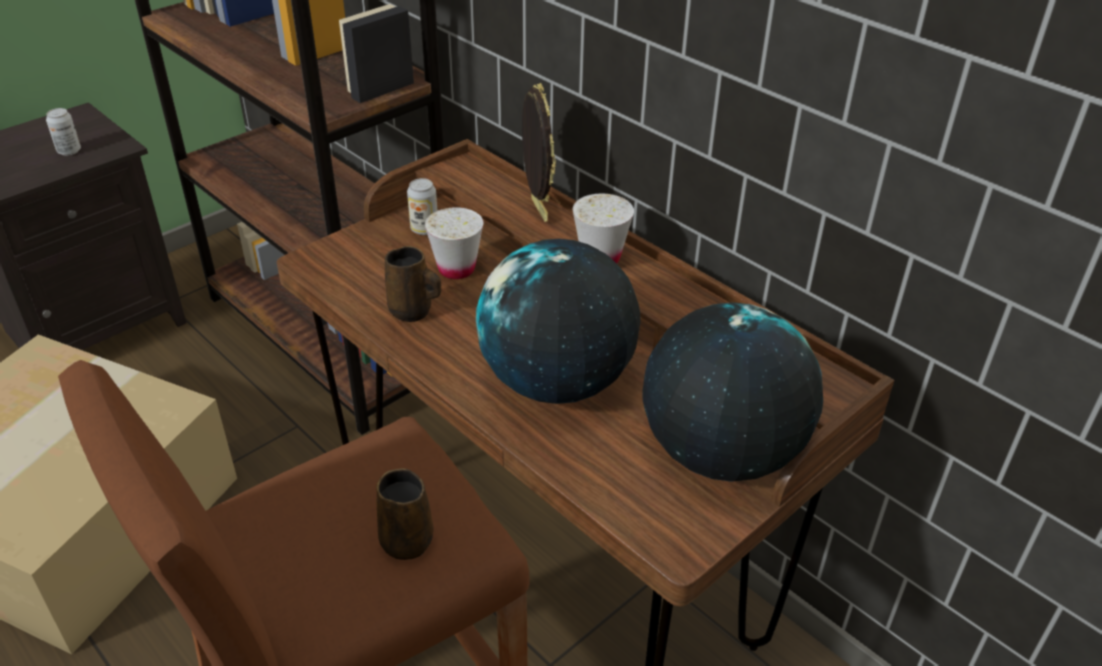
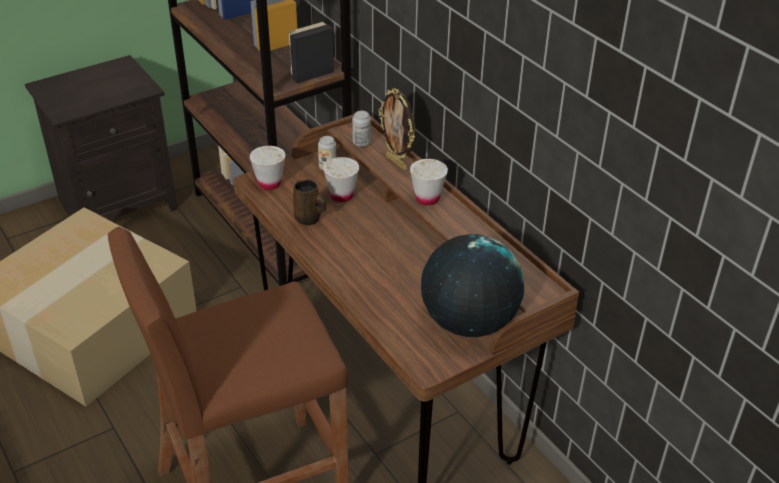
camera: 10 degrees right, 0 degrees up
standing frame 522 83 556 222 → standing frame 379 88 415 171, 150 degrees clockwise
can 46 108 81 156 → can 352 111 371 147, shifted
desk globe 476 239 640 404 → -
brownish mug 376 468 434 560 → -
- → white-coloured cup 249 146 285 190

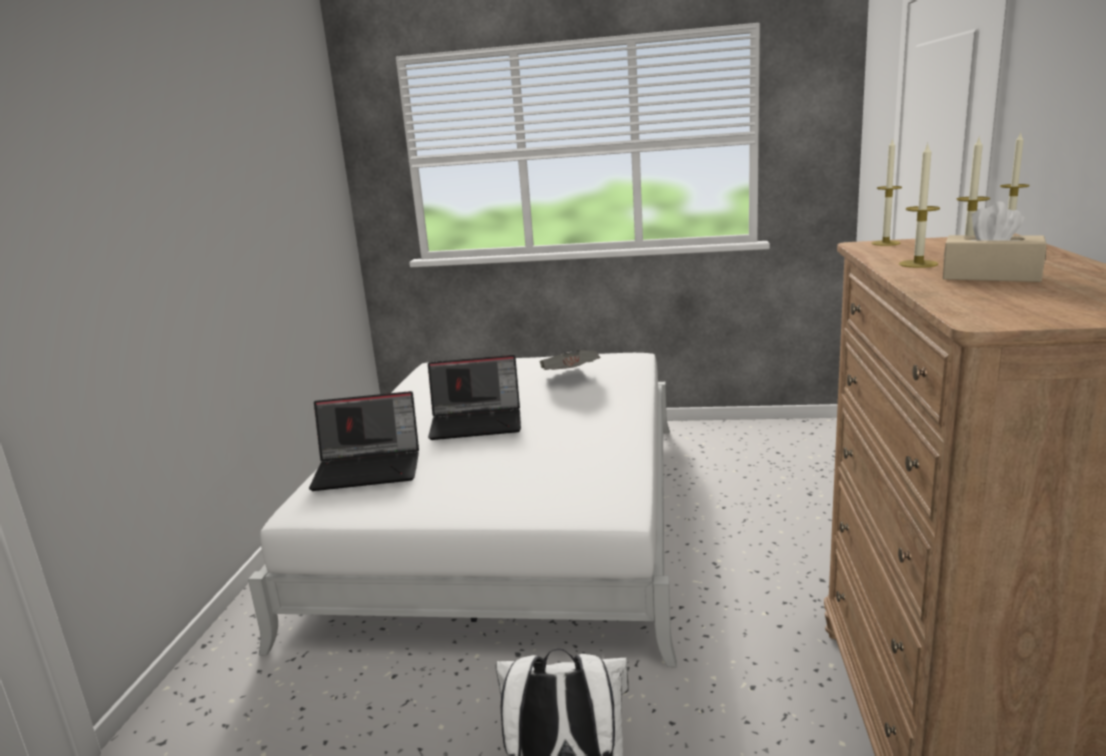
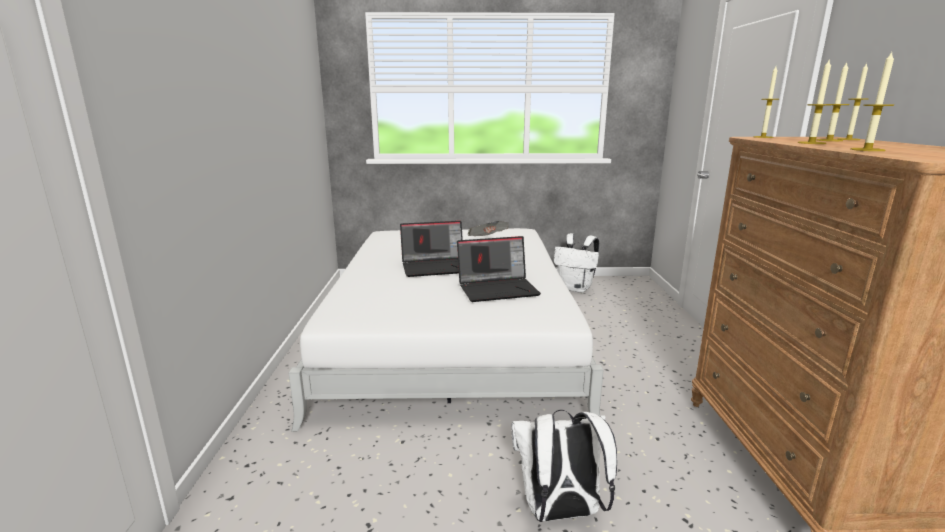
camera: 10 degrees left, 0 degrees up
beige tissue box 943 201 1047 282 → -
laptop 309 391 419 491 → laptop 457 236 541 302, shifted
- → wax candle 851 52 894 151
- → white-coloured knapsack 554 233 599 293

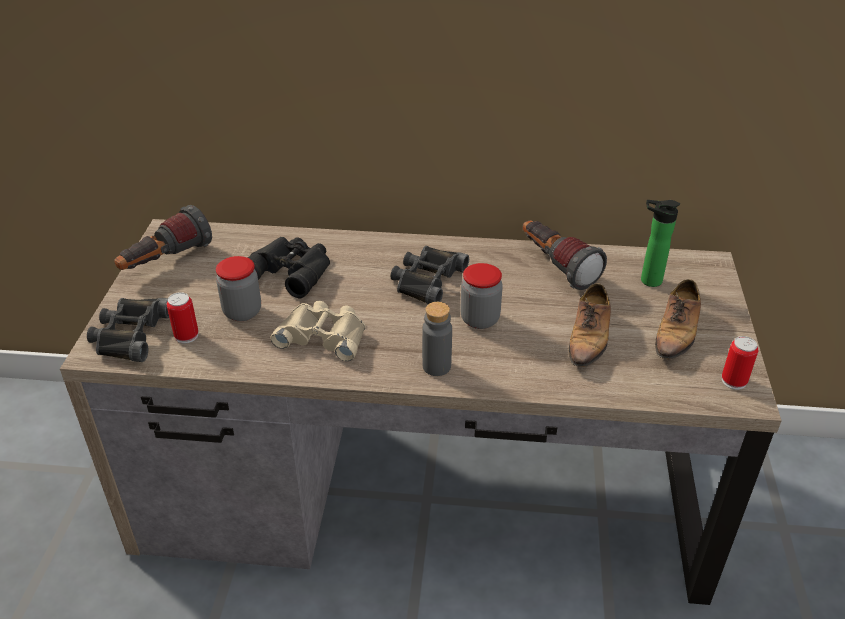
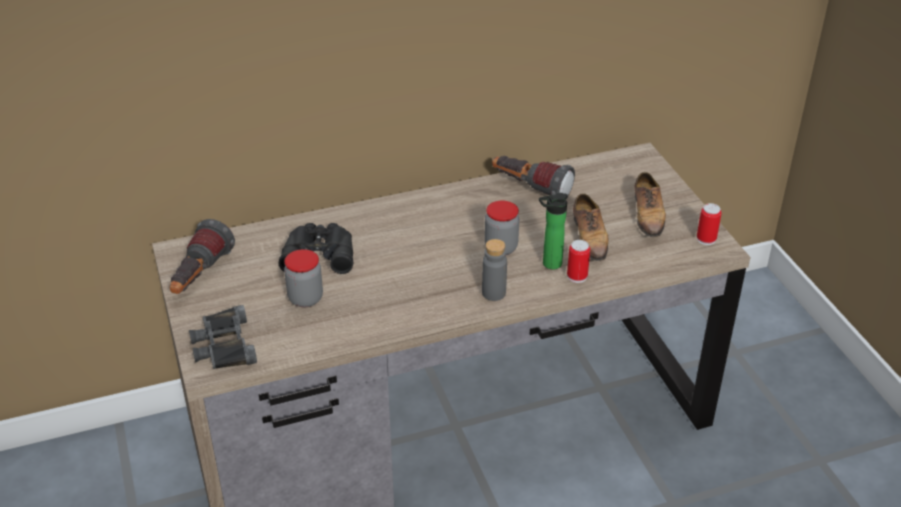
camera: 25 degrees left, 0 degrees up
drink bottle 641 200 680 287 → drink bottle 539 193 568 270, shifted
black-coloured pair of binoculars 390 246 469 304 → -
can 167 292 198 343 → can 567 240 590 283, shifted
beige pair of binoculars 270 301 366 361 → -

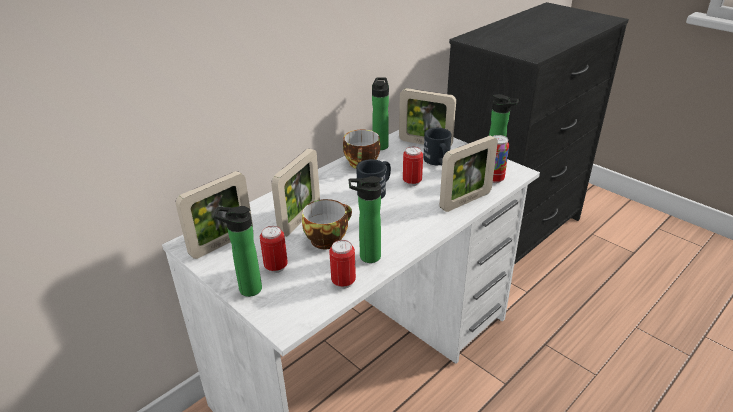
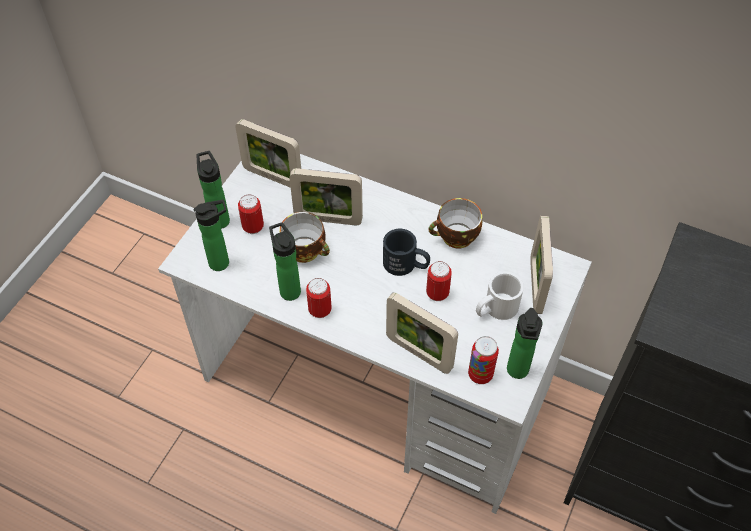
camera: 70 degrees right, 20 degrees up
drink bottle 372 77 389 150 → drink bottle 194 200 229 271, shifted
black-coloured mug 423 128 452 165 → white-coloured mug 476 272 524 320
can 329 240 356 289 → can 306 278 332 318, shifted

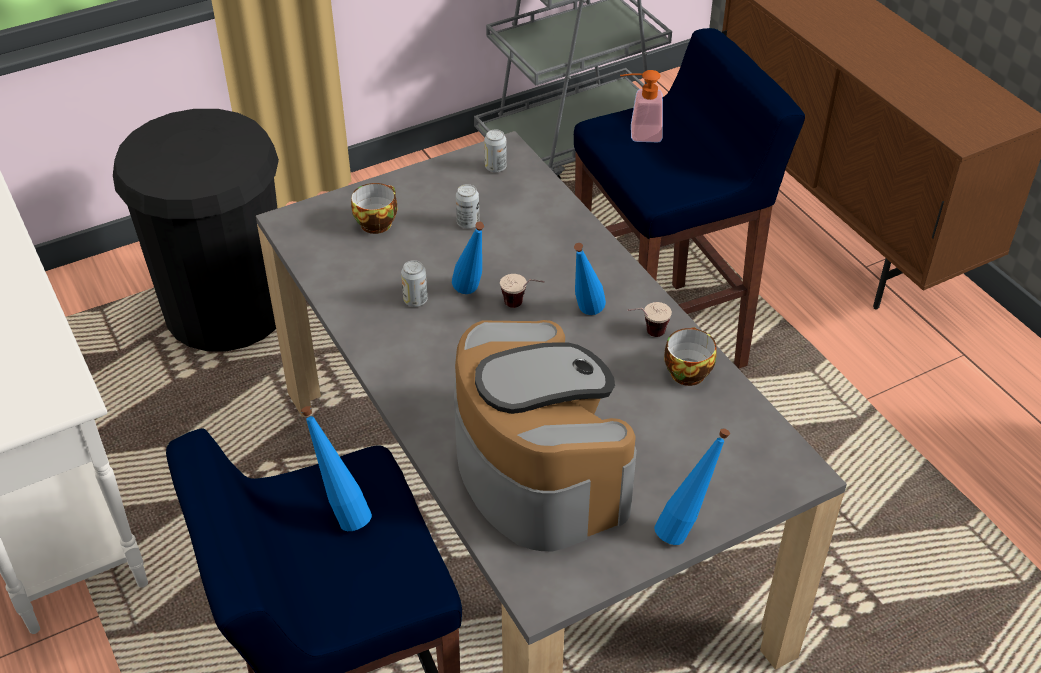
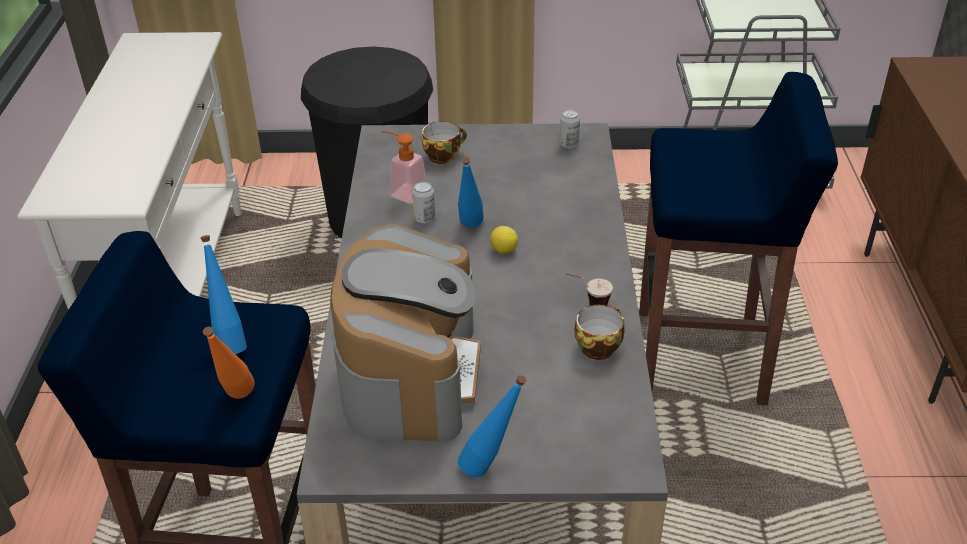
camera: 30 degrees right, 5 degrees down
soap dispenser 620 70 663 142 → soap dispenser 381 131 427 204, shifted
can 456 184 480 229 → -
blue drink bottle 574 243 606 315 → -
cup 500 274 545 308 → whole lemon 490 226 518 253
- → orangey drink bottle 203 327 254 399

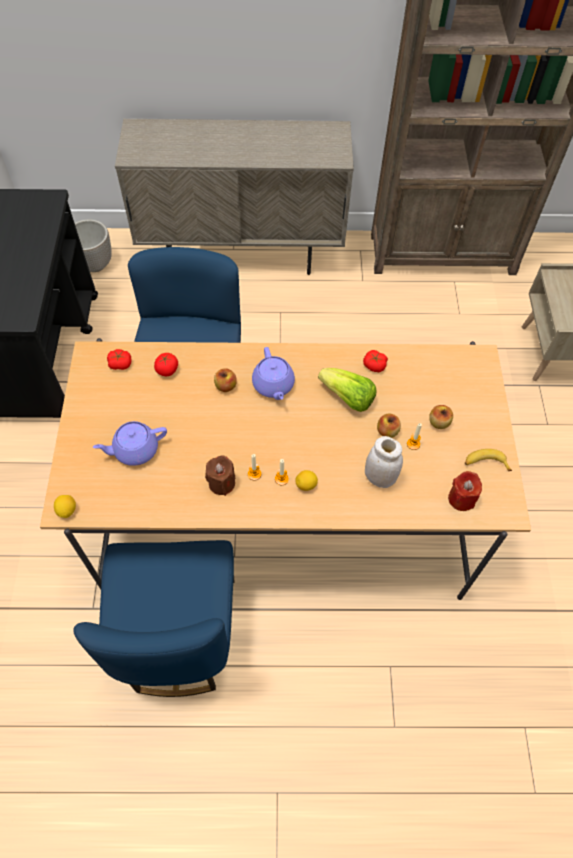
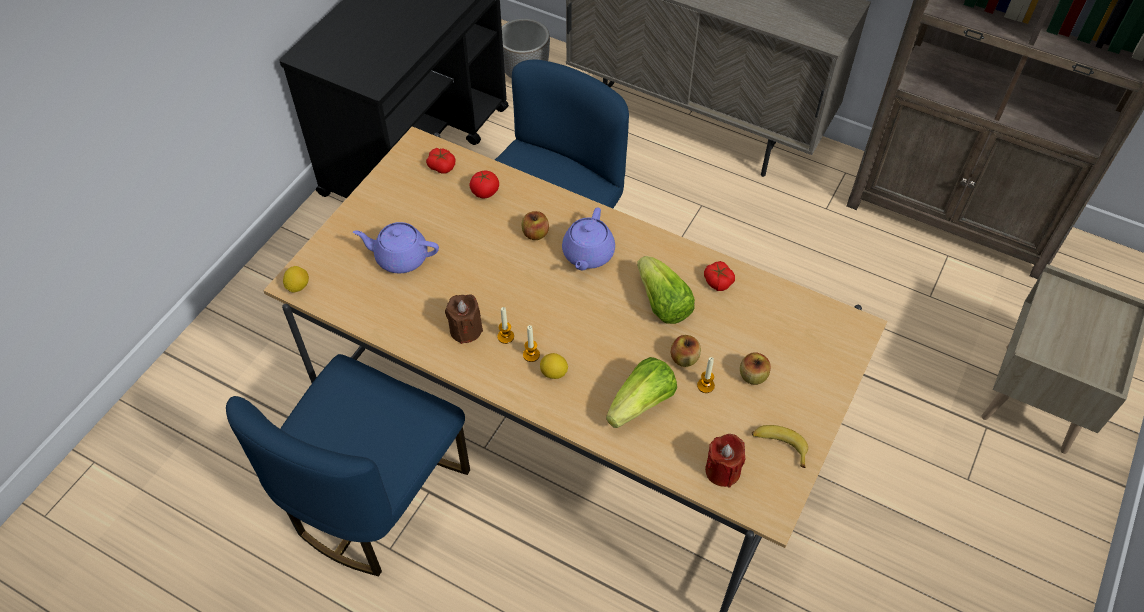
camera: 30 degrees right, 5 degrees down
white-coloured preserve jar 365 436 403 488 → head of lettuce 606 357 677 428

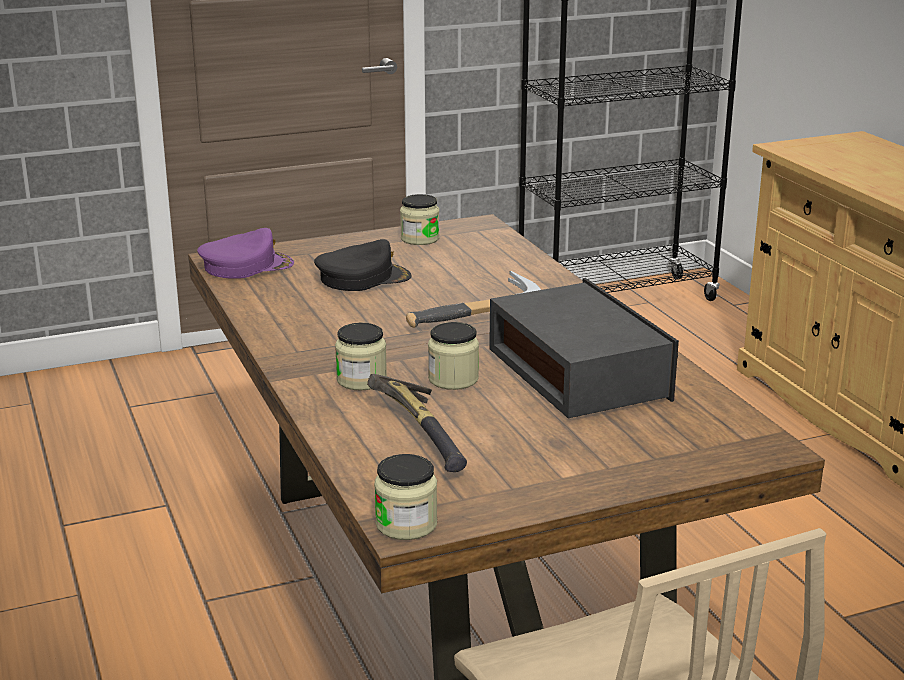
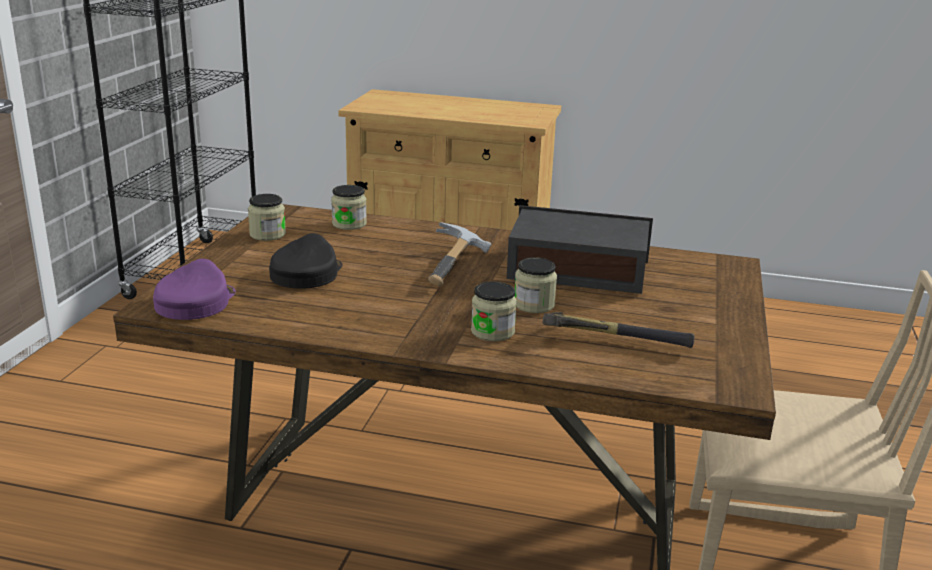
camera: 55 degrees left, 0 degrees up
preserve jar 374 454 437 540 → preserve jar 331 185 367 230, shifted

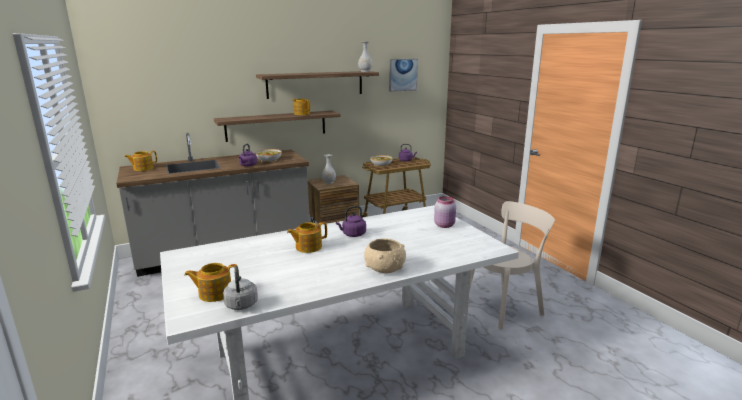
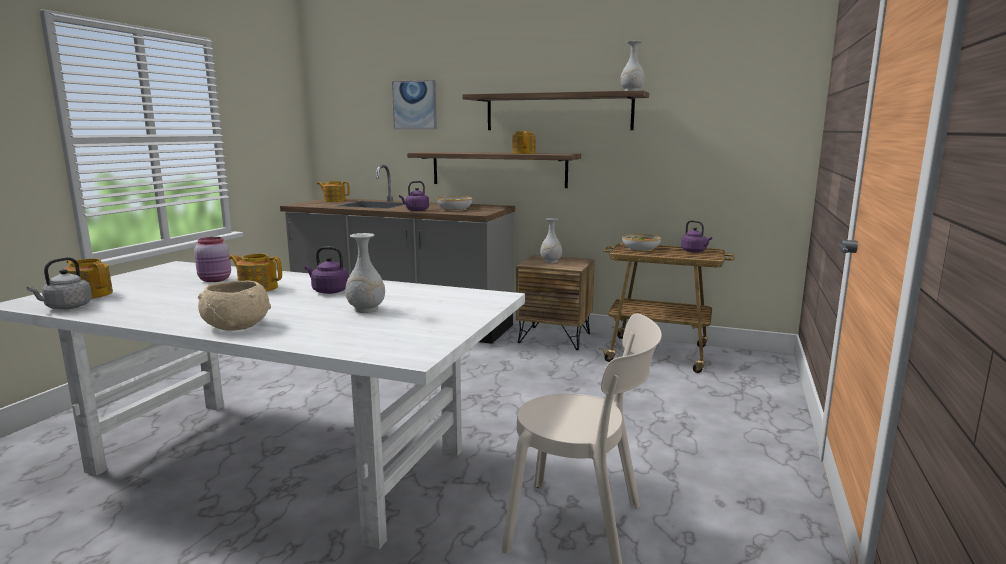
camera: 45 degrees right, 5 degrees down
wall picture 389 59 418 92 → wall picture 392 80 437 129, shifted
pink-coloured preserve jar 434 196 456 228 → pink-coloured preserve jar 194 237 231 282, shifted
- → white-coloured decorative vase 345 233 385 313

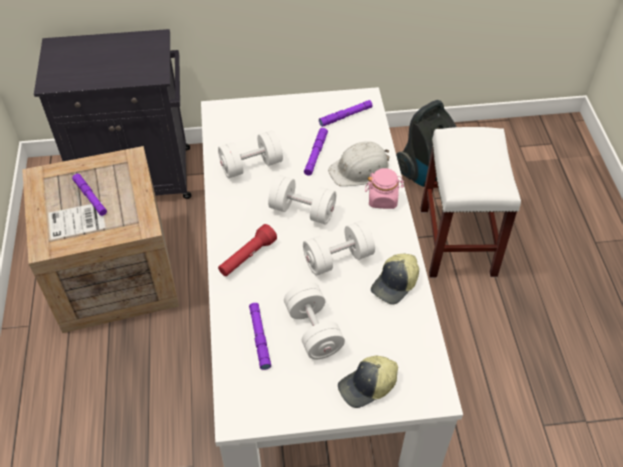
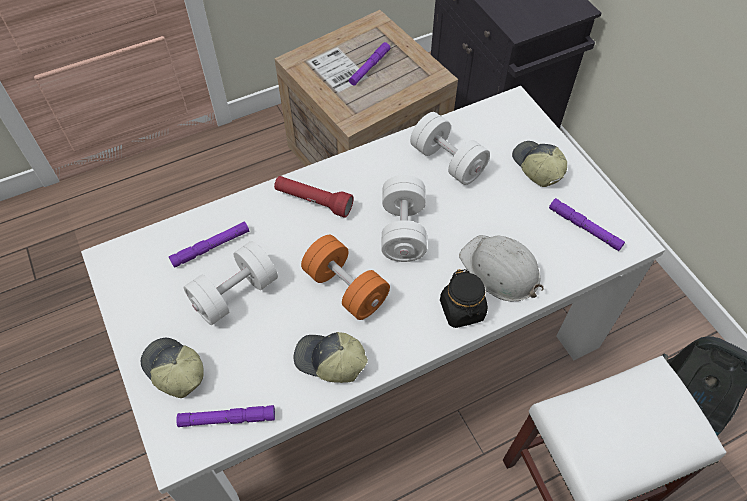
camera: 70 degrees right, 5 degrees up
purple flashlight 304 128 328 176 → purple flashlight 176 405 275 427, shifted
pink-coloured preserve jar 365 168 404 209 → black-coloured preserve jar 440 269 488 328
white-coloured dumbbell 303 221 375 276 → orangey dumbbell 301 235 390 320
- → peaked cap 512 141 567 187

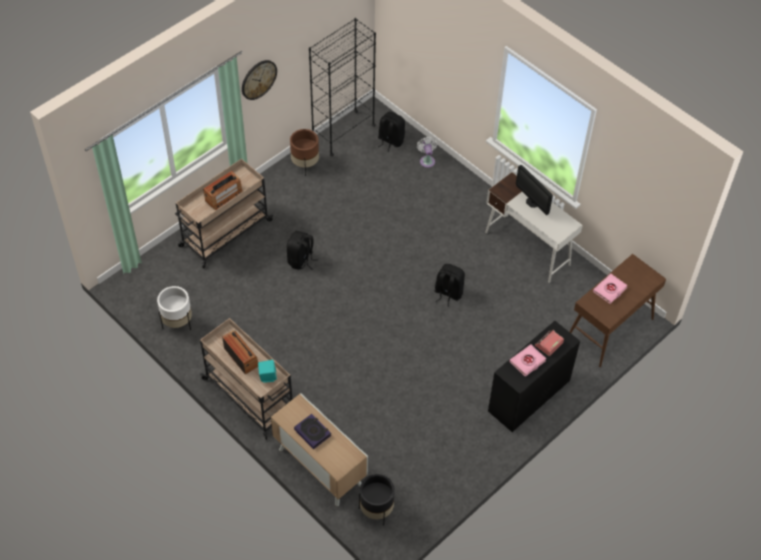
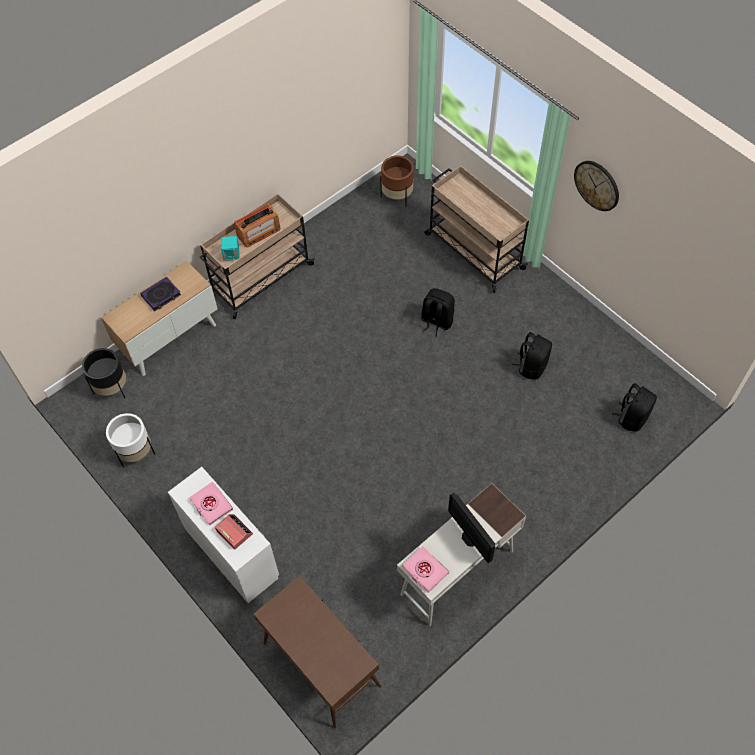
camera: 95 degrees right, 5 degrees up
black-coloured shelving unit 309 18 376 156 → -
brownish plant pot 290 129 319 176 → brownish plant pot 380 155 414 207, shifted
white-coloured cooling fan 417 137 437 168 → -
monitor 516 165 553 215 → monitor 448 493 495 563, 90 degrees counterclockwise
radio set 203 171 242 210 → -
black-coloured knapsack 435 264 465 307 → black-coloured knapsack 512 332 552 379, shifted
pink-coloured volume 593 274 628 304 → pink-coloured volume 402 546 449 593, shifted
white-coloured plant pot 157 286 192 330 → white-coloured plant pot 106 413 155 468, shifted
black-coloured desk unit 488 321 580 432 → white-coloured desk unit 168 467 279 603

